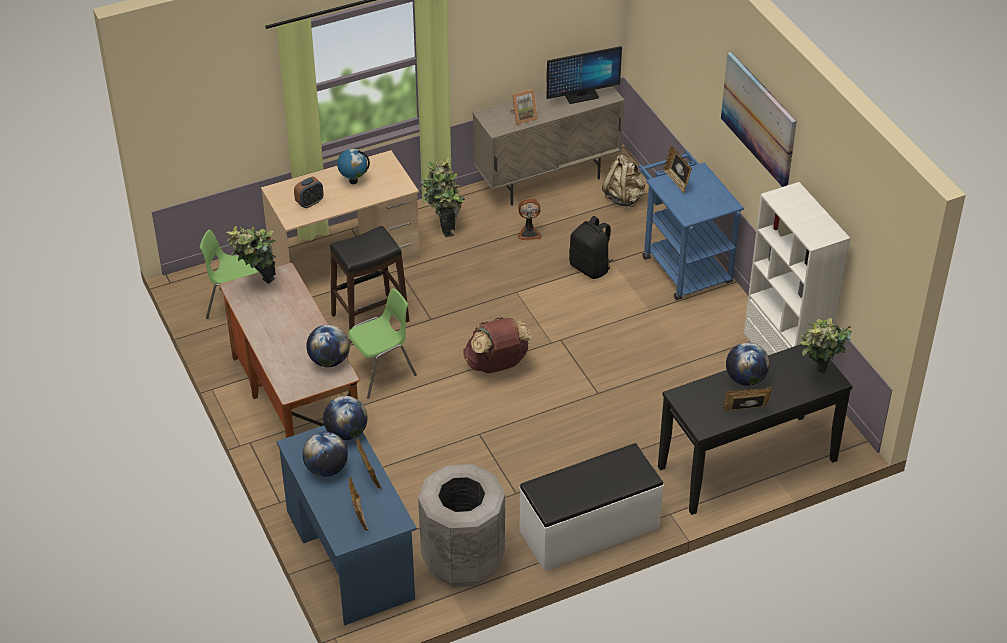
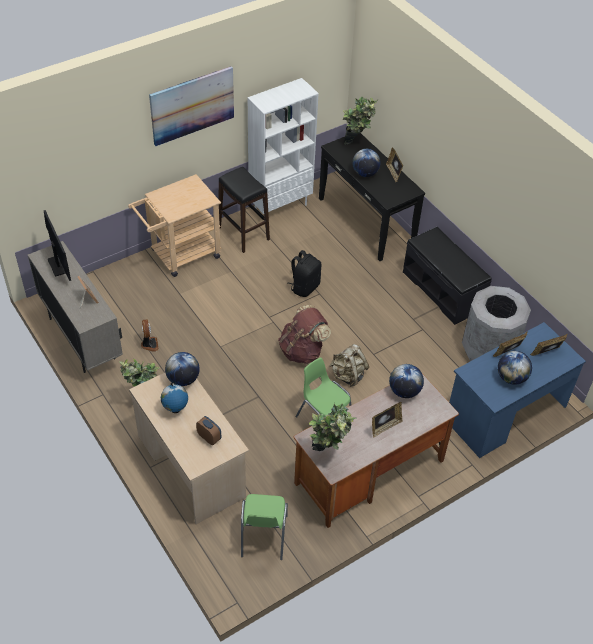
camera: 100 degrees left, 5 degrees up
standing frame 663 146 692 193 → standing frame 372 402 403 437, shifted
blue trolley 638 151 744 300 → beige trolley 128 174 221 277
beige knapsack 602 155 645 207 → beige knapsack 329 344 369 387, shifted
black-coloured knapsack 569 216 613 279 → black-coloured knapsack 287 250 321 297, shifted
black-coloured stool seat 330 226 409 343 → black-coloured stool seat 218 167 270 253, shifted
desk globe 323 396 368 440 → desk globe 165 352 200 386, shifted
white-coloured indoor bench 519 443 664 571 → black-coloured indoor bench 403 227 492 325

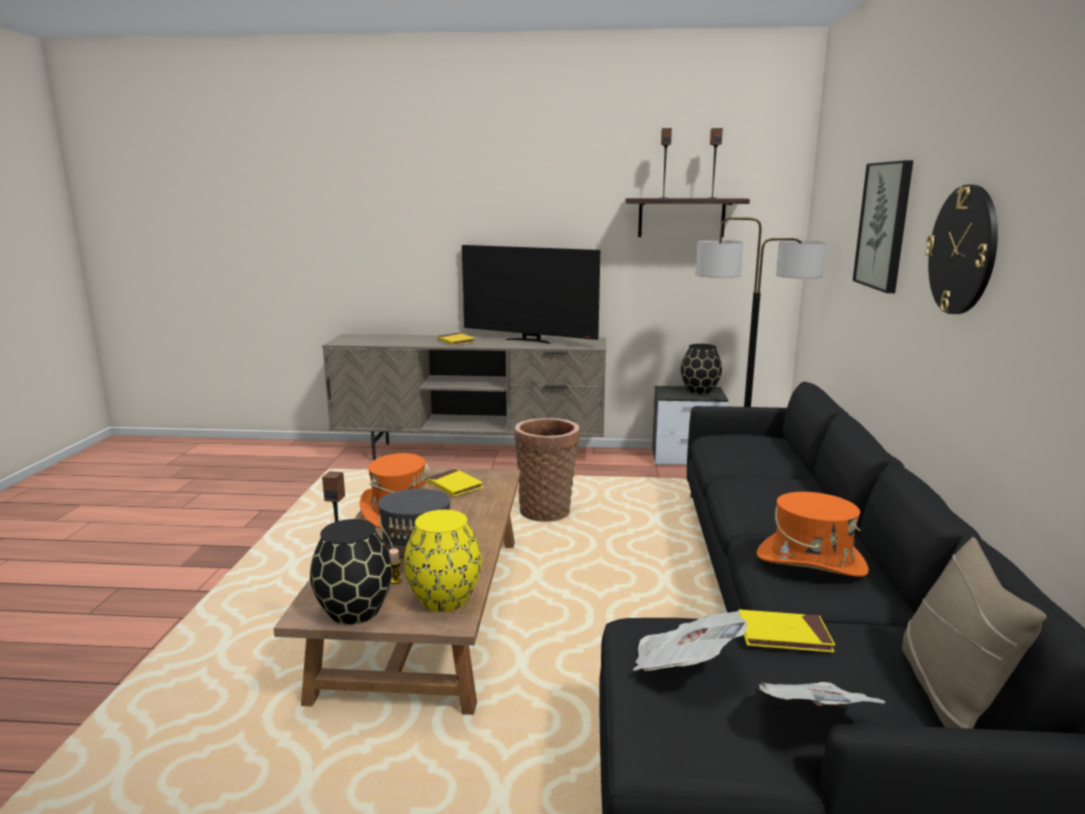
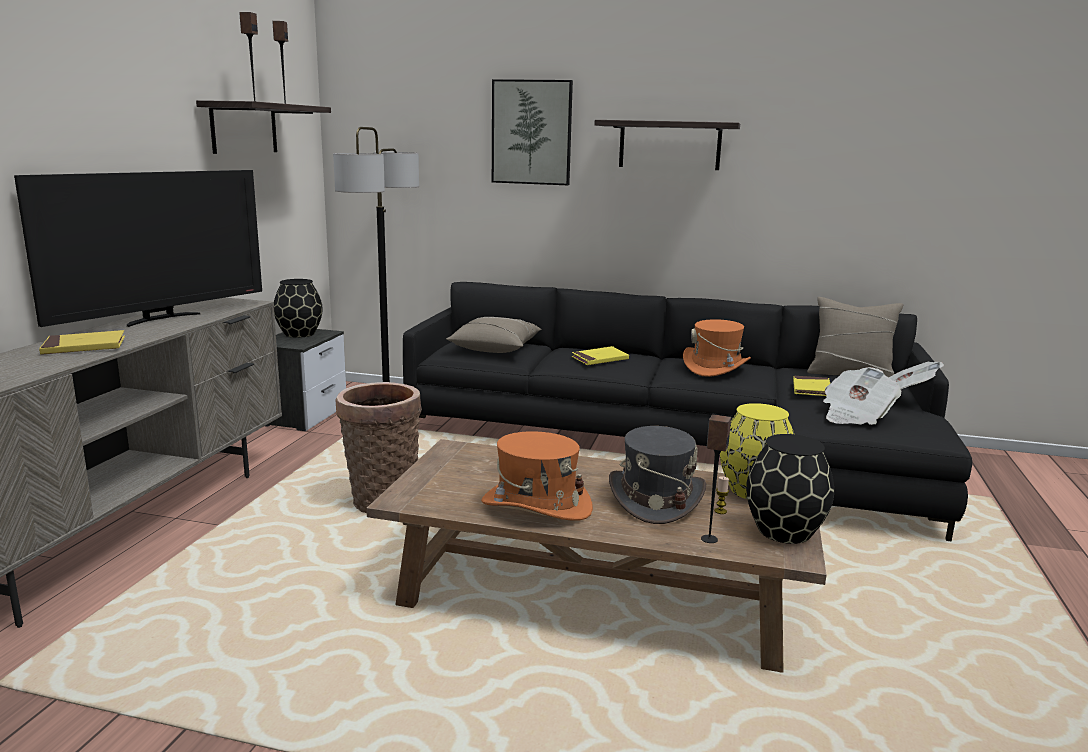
camera: 80 degrees left, 0 degrees up
clock on the wall 925 185 998 314 → wall shelf 594 120 740 170
yellow volume 427 469 483 496 → yellow volume 572 346 629 365, shifted
- → beige pillow 446 317 542 353

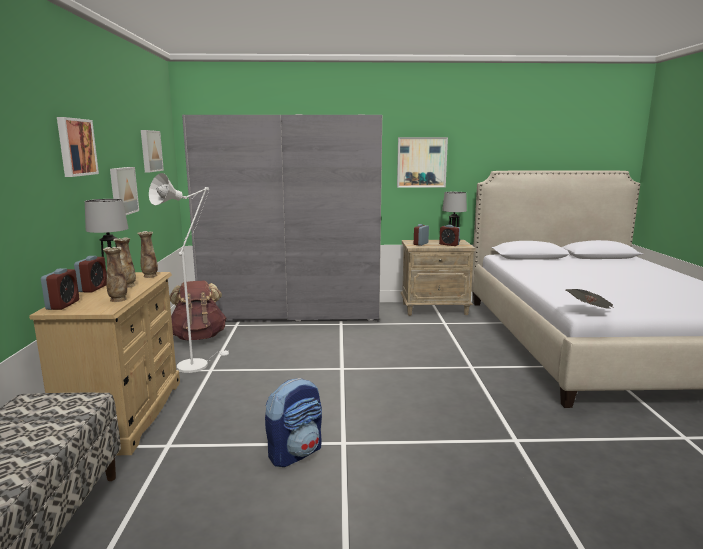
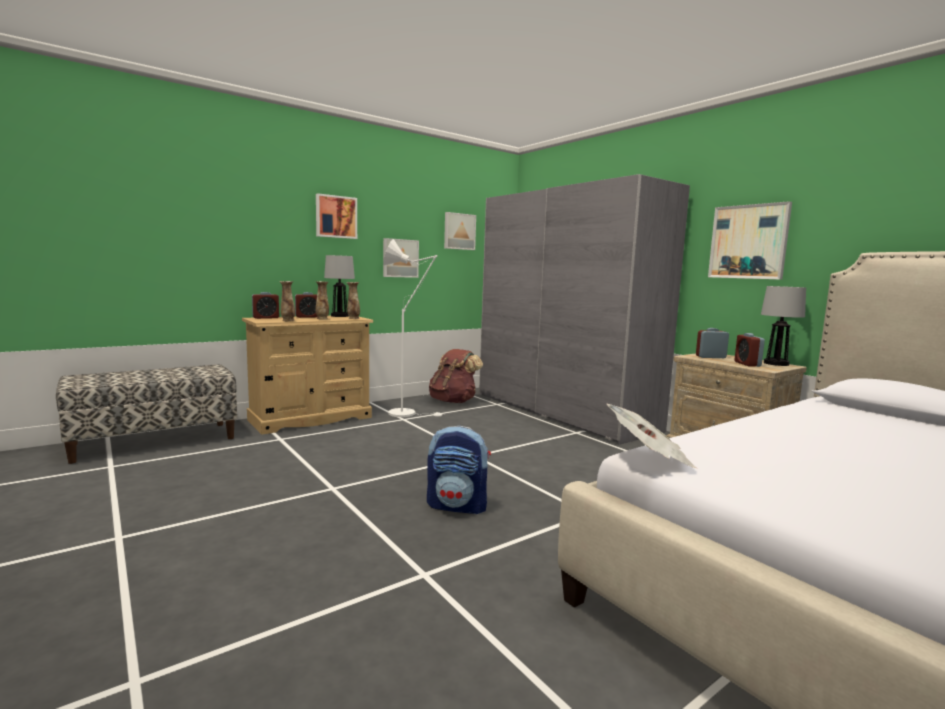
camera: 55 degrees right, 5 degrees down
knapsack 265 378 322 467 → knapsack 427 426 491 514, shifted

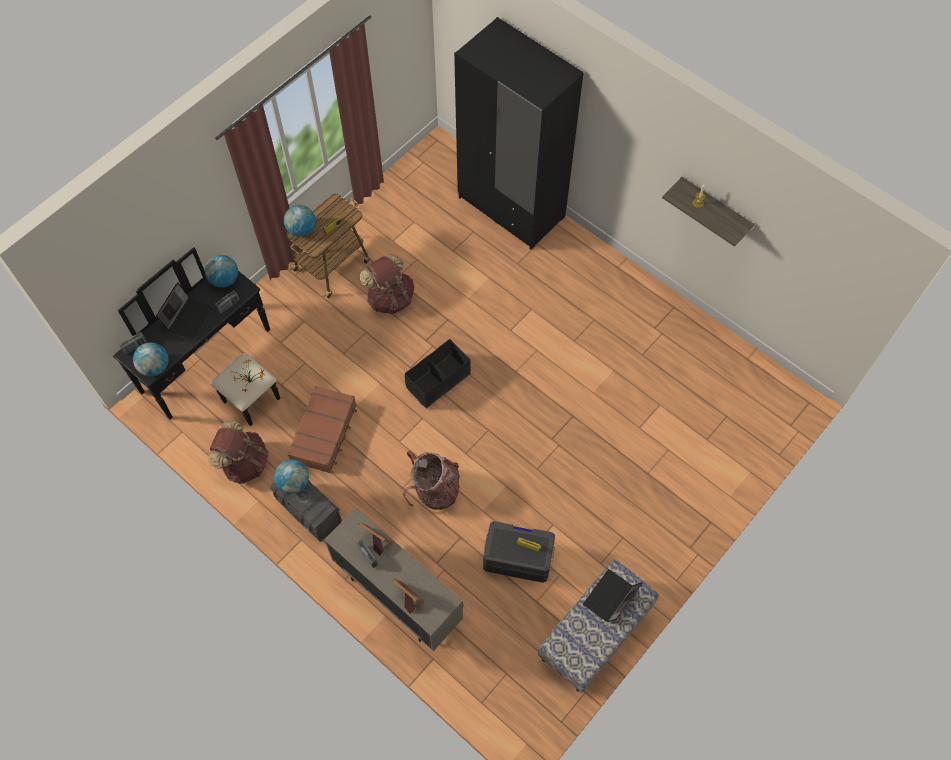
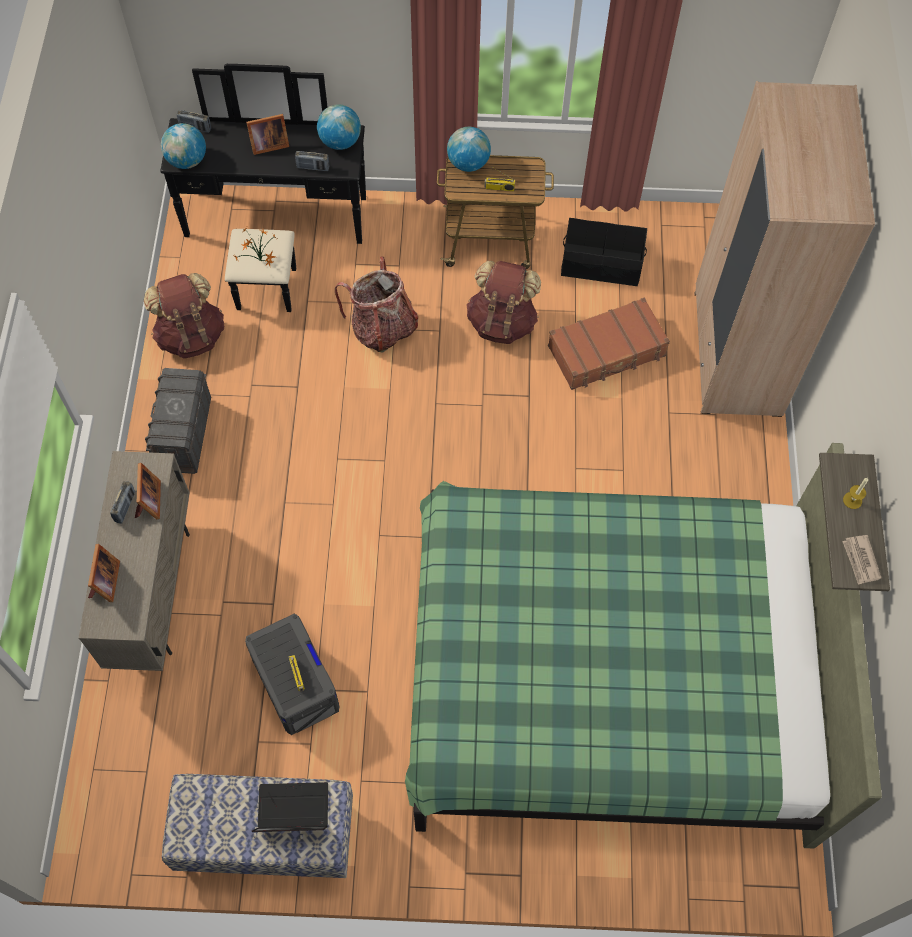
camera: 50 degrees right, 0 degrees up
black-coloured clothes cupboard 454 17 584 250 → beige clothes cupboard 694 81 875 417
laptop 156 282 212 340 → standing frame 246 114 289 155
black-coloured storage box 405 339 471 409 → black-coloured storage box 561 218 647 286, shifted
brownish piece of luggage 287 386 357 473 → brownish piece of luggage 548 298 670 390, shifted
knapsack 403 451 460 510 → knapsack 335 256 418 353, shifted
desk globe 274 459 309 494 → -
- → green-coloured bed 405 443 882 849
- → printed paper 842 535 881 585

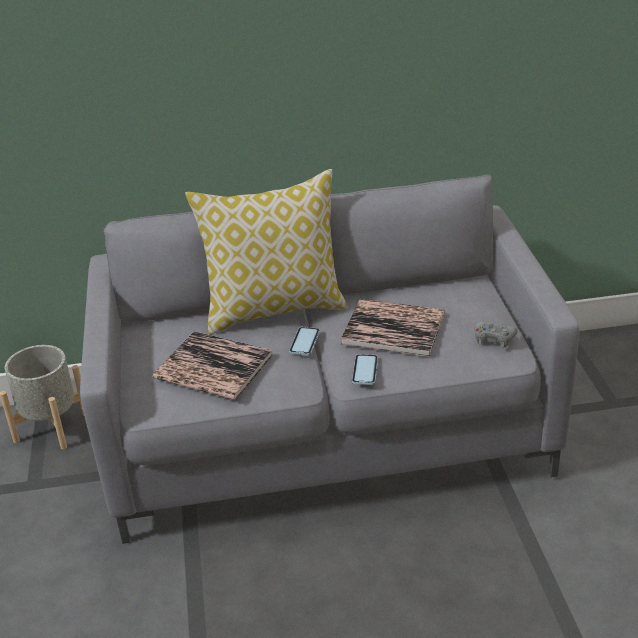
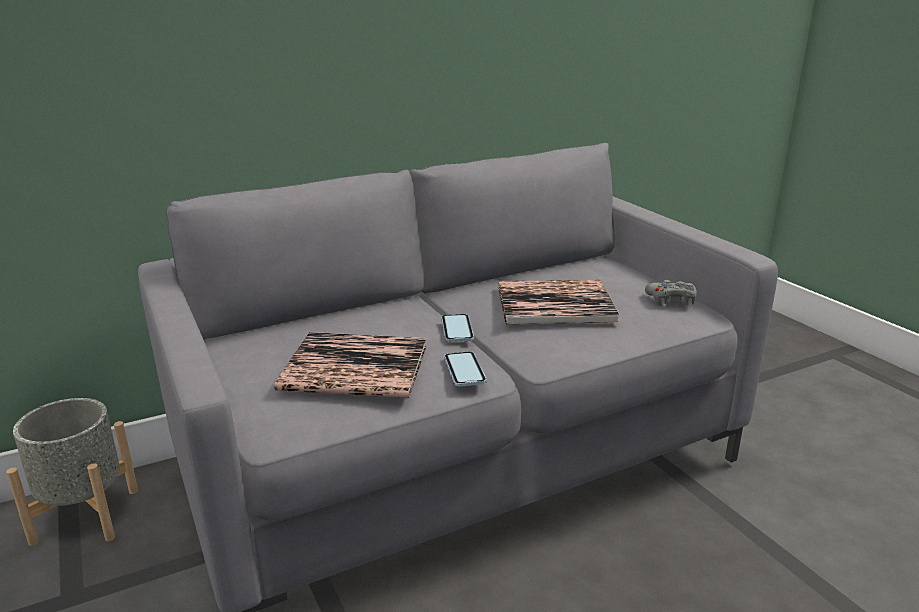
camera: 20 degrees left, 10 degrees down
pillow 185 169 349 335 → -
telephone 352 354 378 385 → telephone 444 351 487 387, shifted

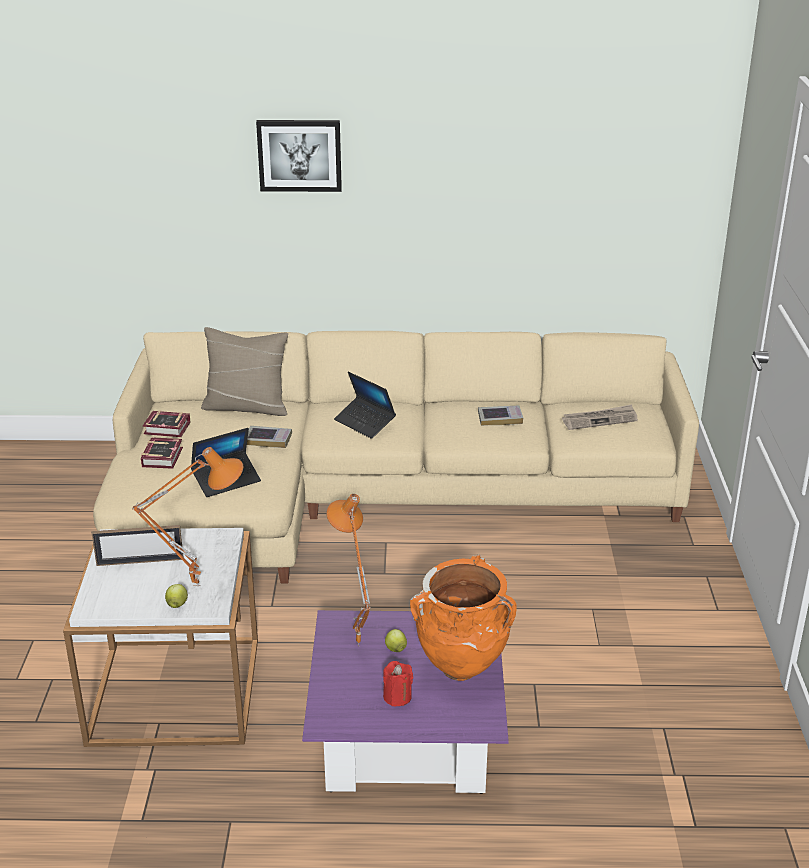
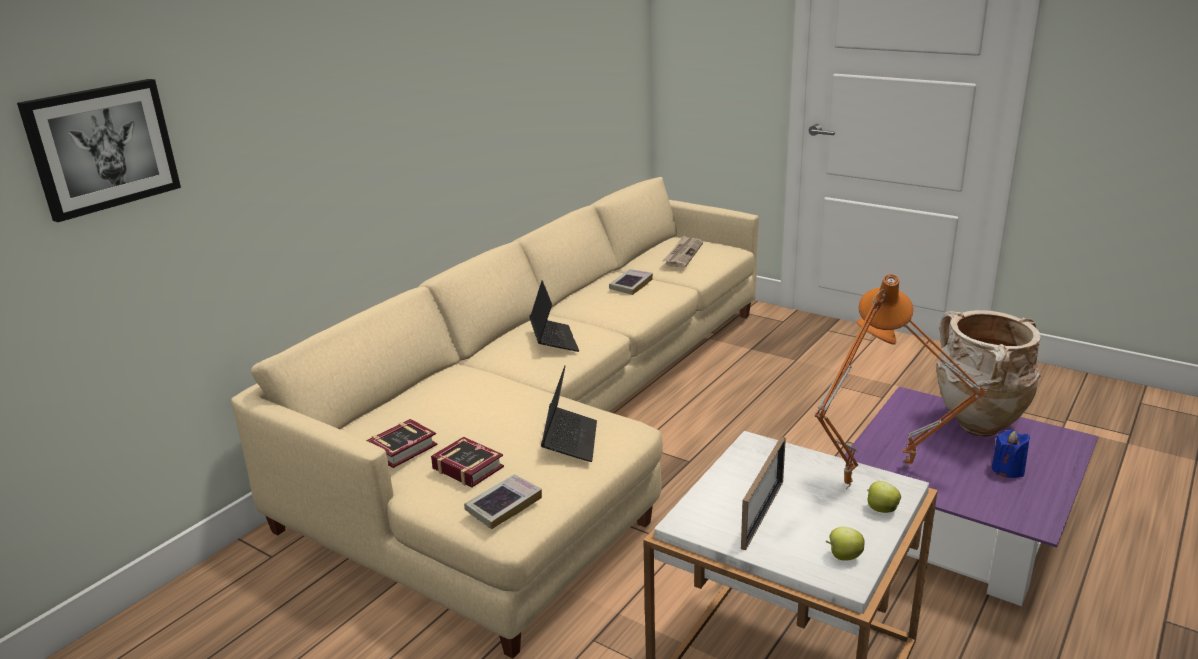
camera: 55 degrees left, 5 degrees down
wall picture 256 120 342 192 → wall picture 17 79 181 222, shifted
beige pillow 201 327 288 416 → -
laptop 334 372 396 439 → laptop 530 280 579 352, 90 degrees counterclockwise
volume 247 426 292 448 → volume 464 474 542 529, shifted
orangey decorative vase 410 554 517 681 → beige decorative vase 937 310 1041 437
whole apple 385 629 407 652 → whole apple 826 527 865 561, shifted
red-coloured wax candle 383 661 413 707 → blue wax candle 992 430 1030 478

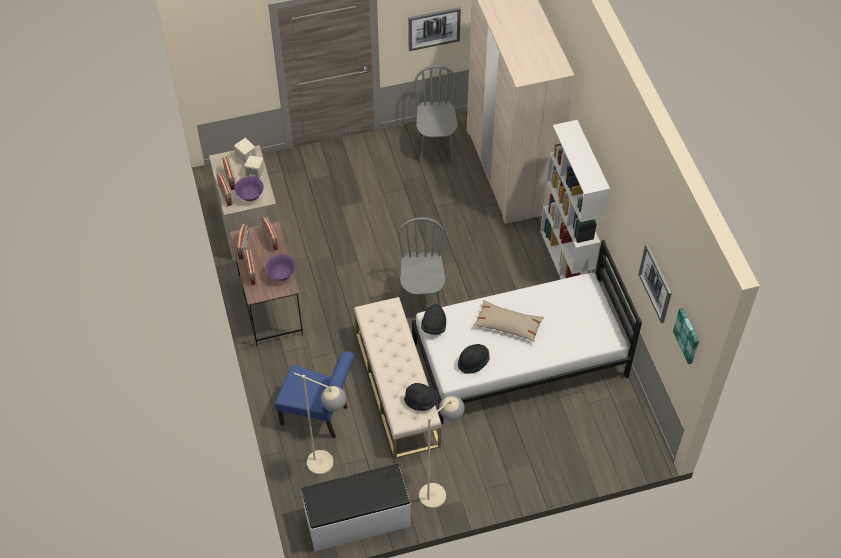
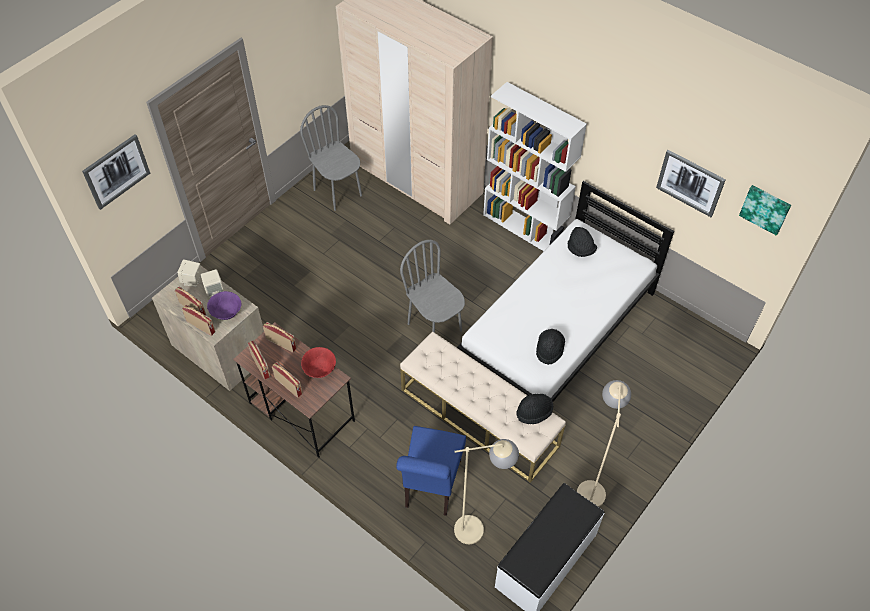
camera: 35 degrees left, 0 degrees up
wall picture 408 7 461 51 → wall picture 82 134 150 210, shifted
purple serving bowl 265 254 296 281 → red-coloured serving bowl 301 347 336 378
beige pillow 474 300 544 342 → -
black-coloured hat 421 304 446 335 → black-coloured hat 567 227 597 257, shifted
blue plain chair 274 351 355 438 → blue plain chair 396 426 466 516, 120 degrees clockwise

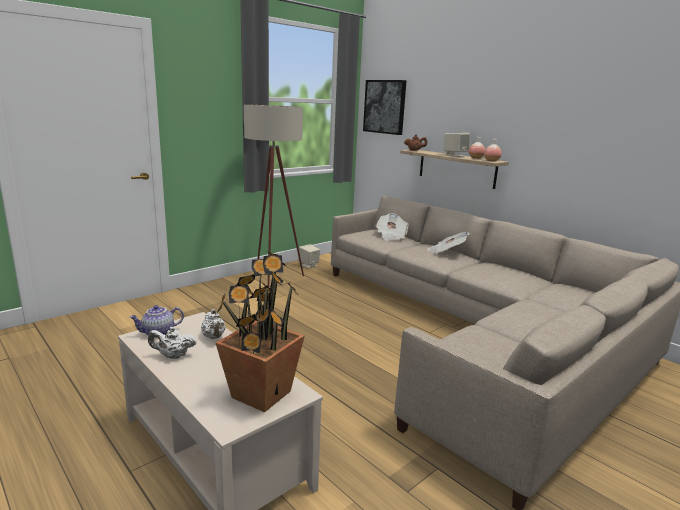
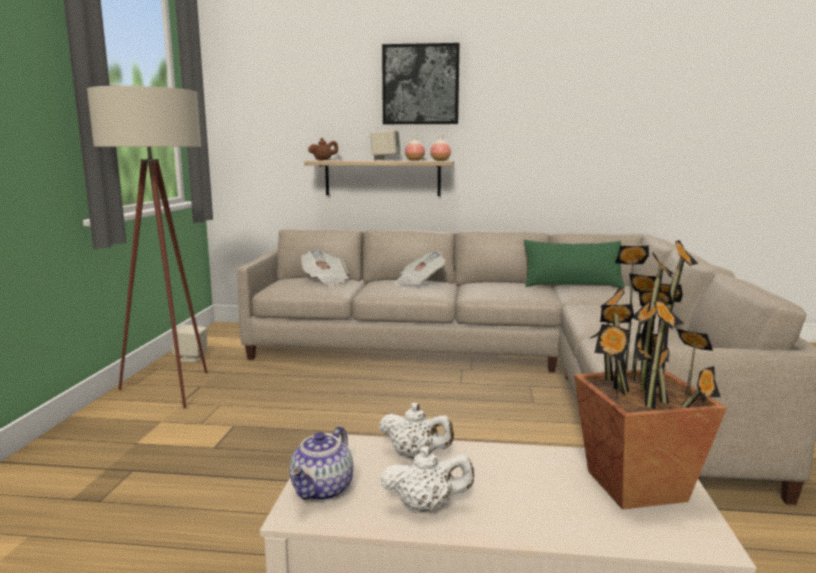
camera: 40 degrees left, 5 degrees down
wall picture 363 80 407 135 → wall picture 382 43 460 124, shifted
white-coloured tea pot 148 327 196 359 → white-coloured tea pot 380 446 474 512, 135 degrees counterclockwise
- → green-coloured pillow 524 240 625 288

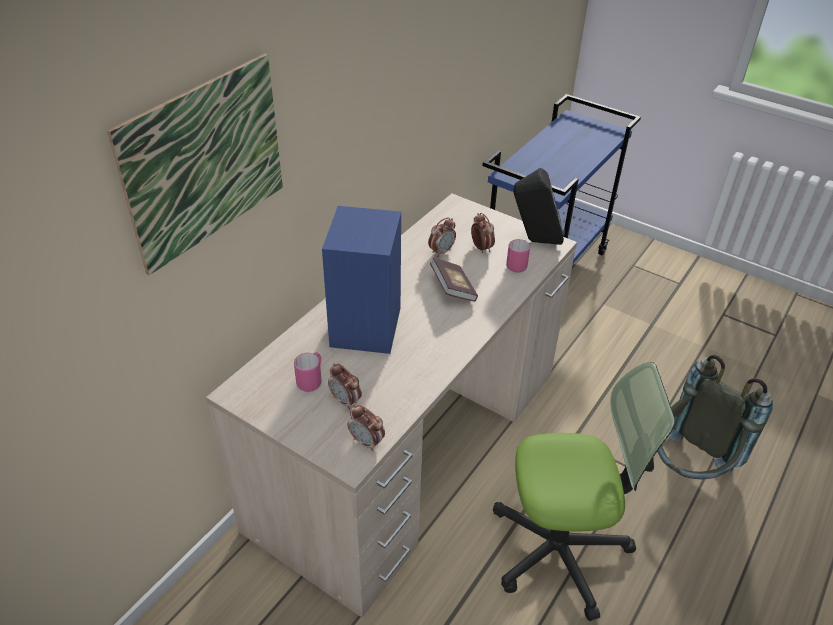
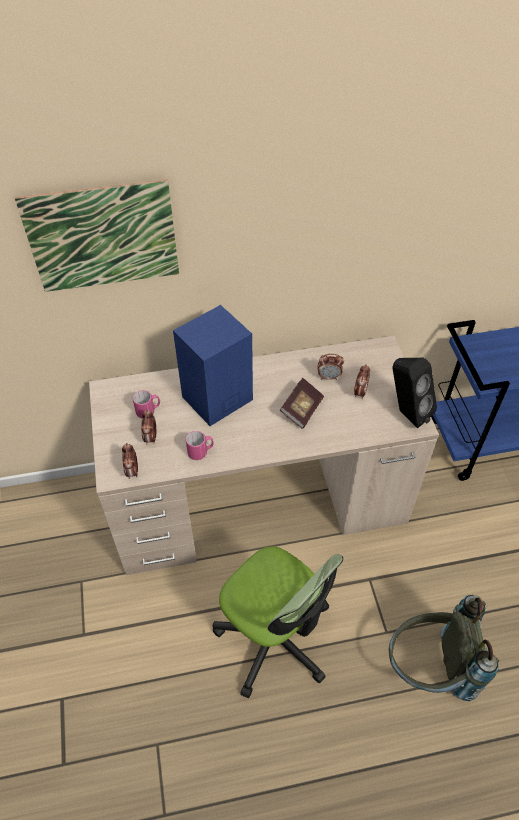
camera: 45 degrees right, 10 degrees up
pink-coloured mug 506 239 530 273 → pink-coloured mug 186 431 214 460, shifted

